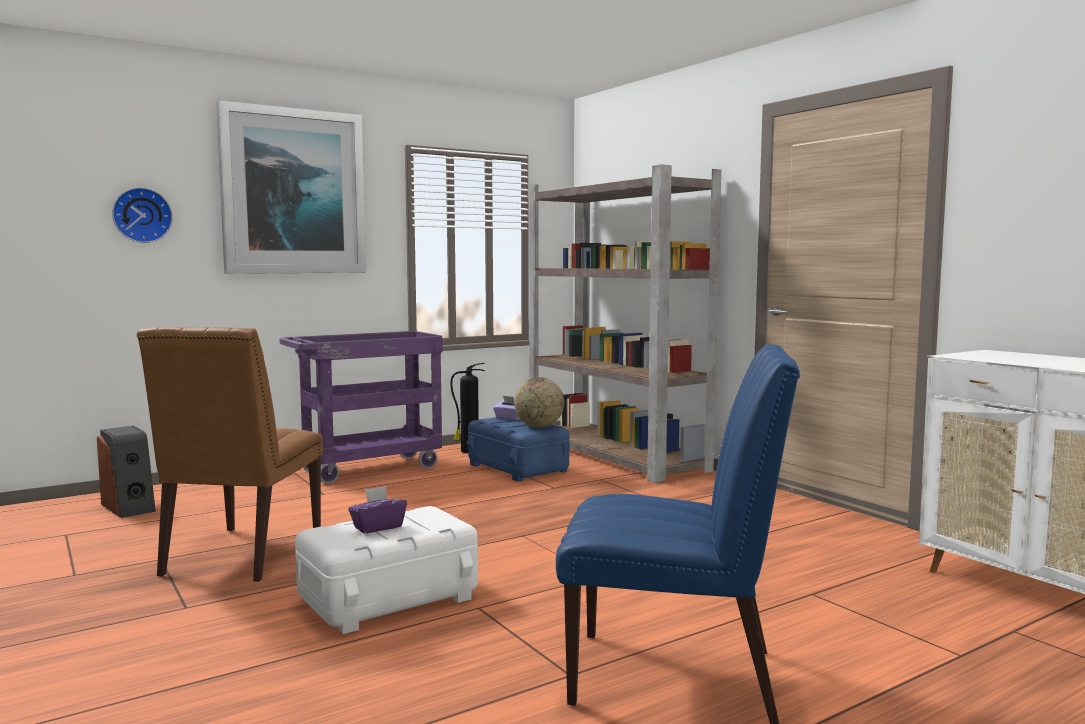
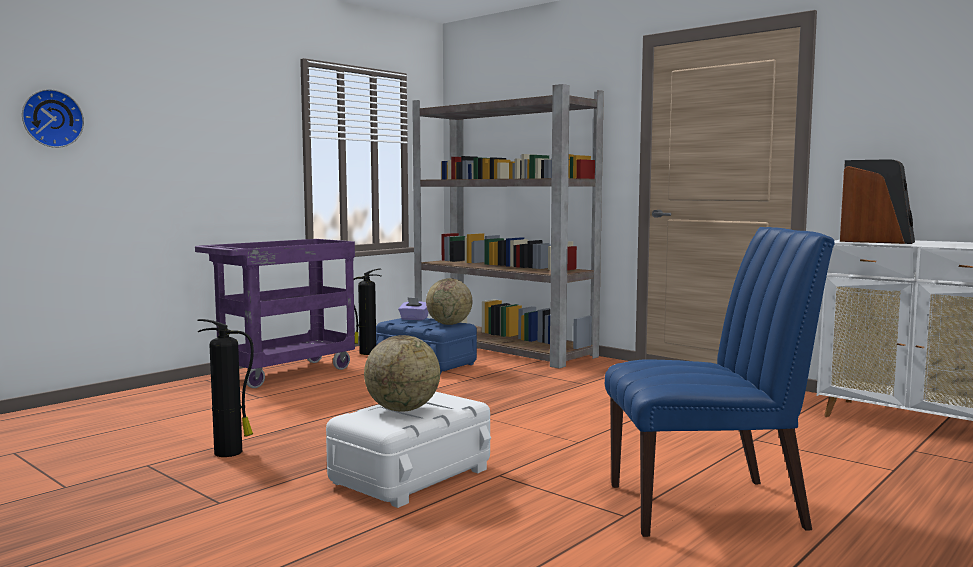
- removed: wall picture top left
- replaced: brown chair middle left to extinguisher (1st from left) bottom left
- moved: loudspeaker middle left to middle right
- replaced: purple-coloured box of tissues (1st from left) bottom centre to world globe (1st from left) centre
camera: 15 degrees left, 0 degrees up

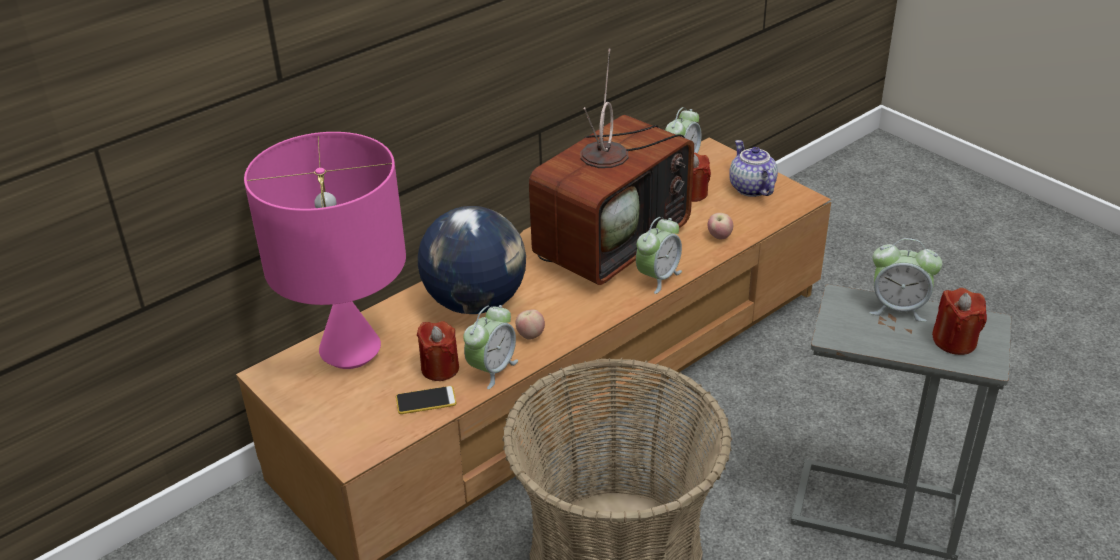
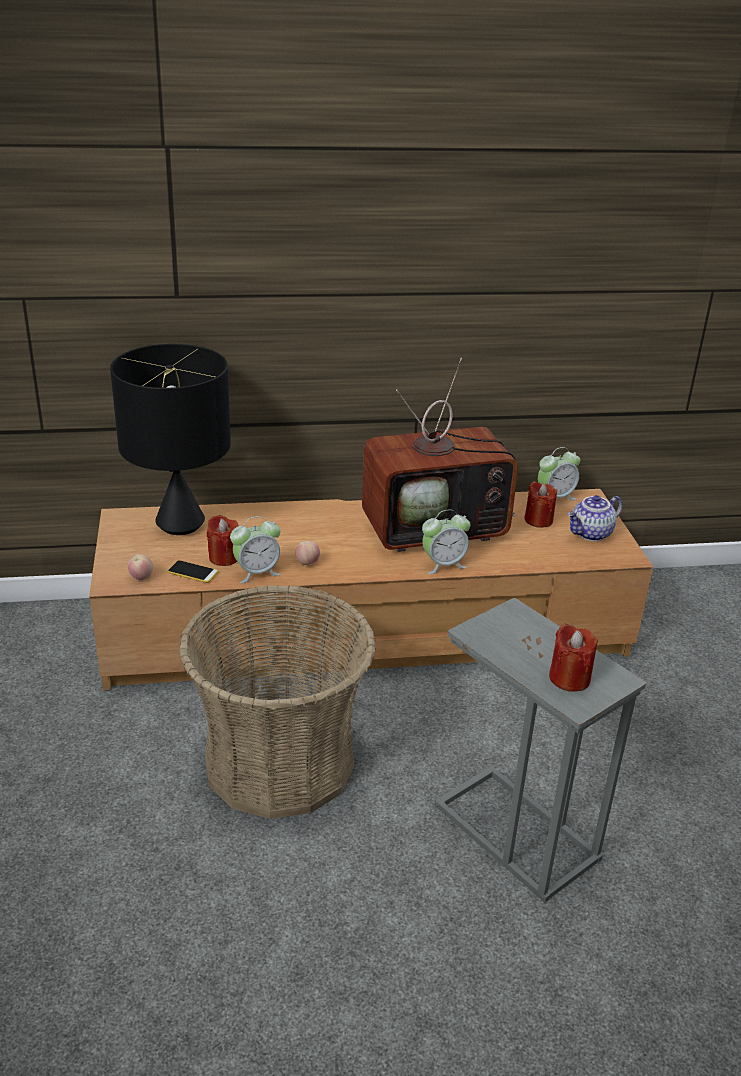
- recoloured: pinkish tabletop lamp middle left to blackish tabletop lamp middle left
- turned: pot for tea top right = middle right 135 degrees counterclockwise
- removed: world globe centre
- moved: apple fruit (2nd from left in the first image) centre to apple fruit (1st from left) middle left
- removed: bedside clock (4th from left) middle right
camera: 30 degrees right, 5 degrees down

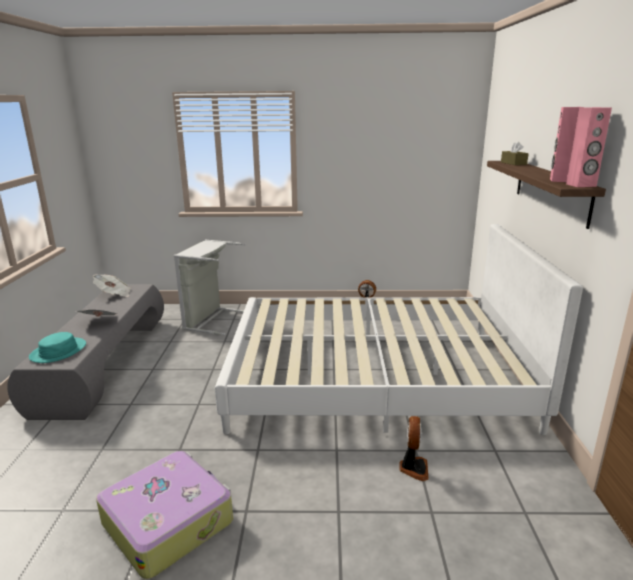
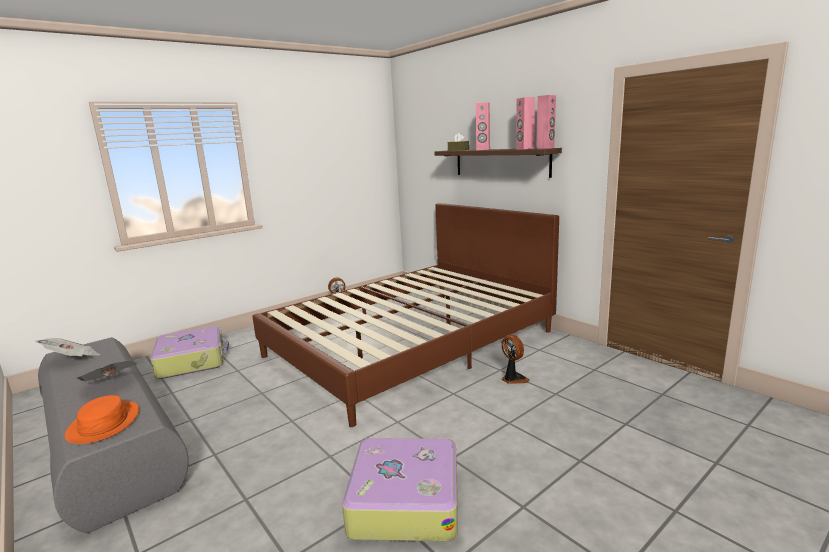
- recoloured: white-coloured sleeping bed centre to brown sleeping bed centre
- replaced: greyish washing basket middle left to travel case (1st from left) middle left
- recoloured: turquoise hat middle left to orange-coloured hat bottom left
- added: pinkish loudspeaker (1st from left) top centre
camera: 40 degrees left, 5 degrees down

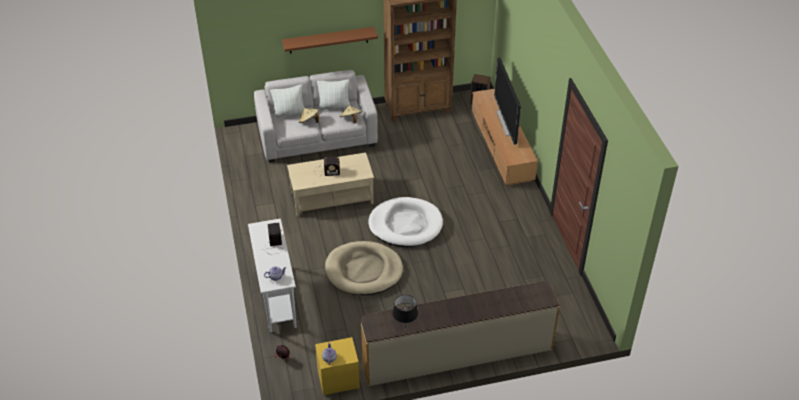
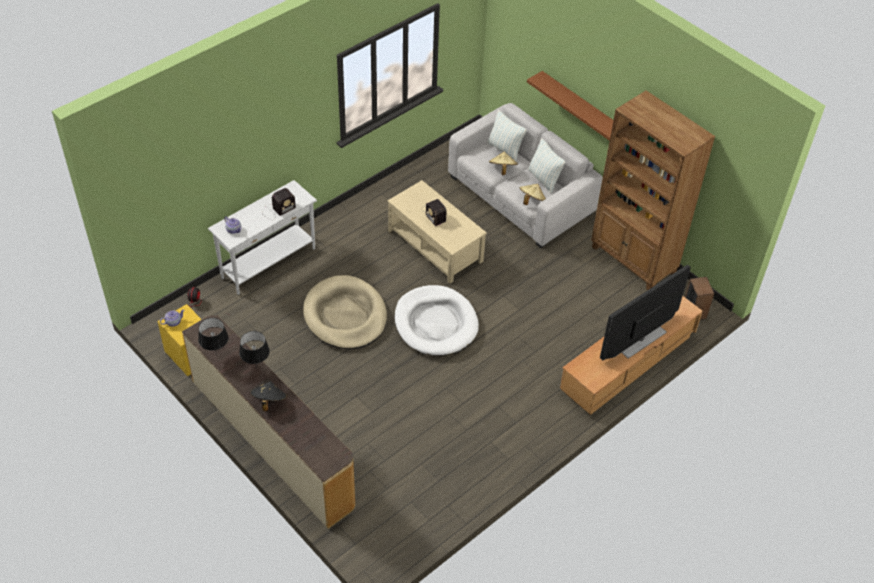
- added: blackish tabletop lamp (2nd from left) middle left
- added: blackish hat bottom left
camera: 60 degrees right, 5 degrees up

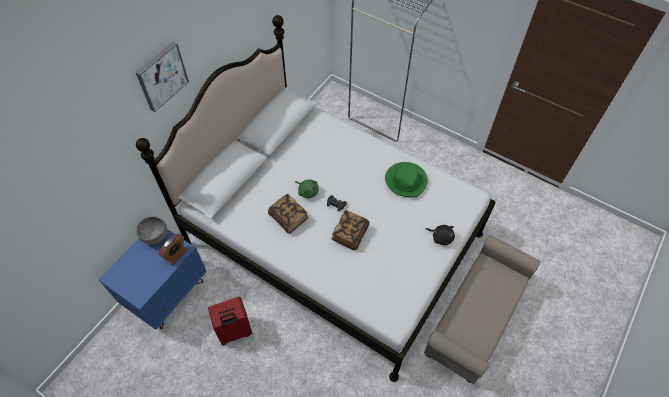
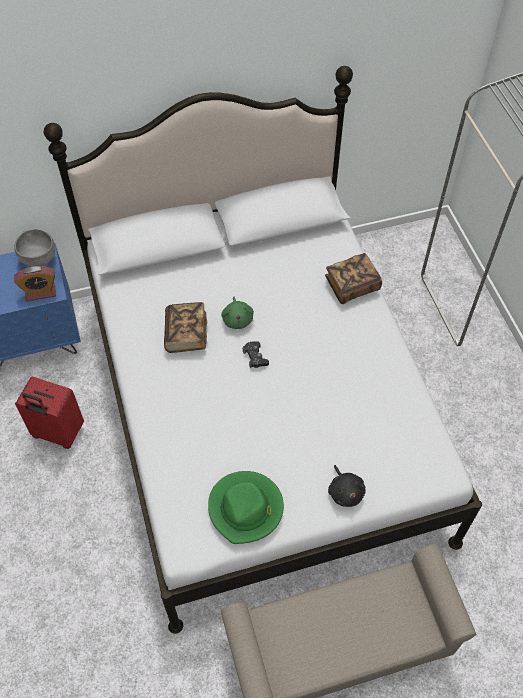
- removed: wall picture top left
- moved: green hat centre to bottom centre
- moved: bound book (2nd from left) centre to middle right
camera: 40 degrees right, 0 degrees up

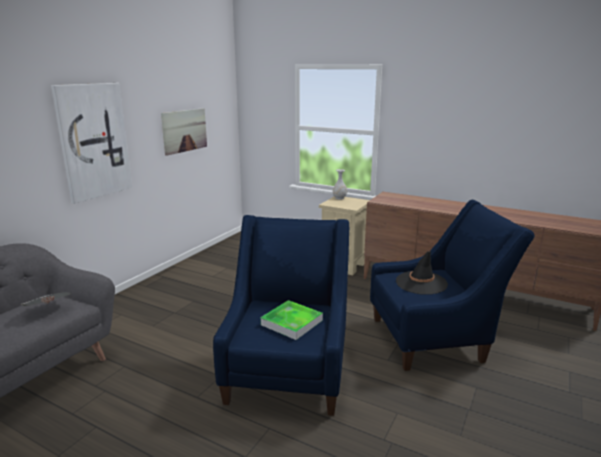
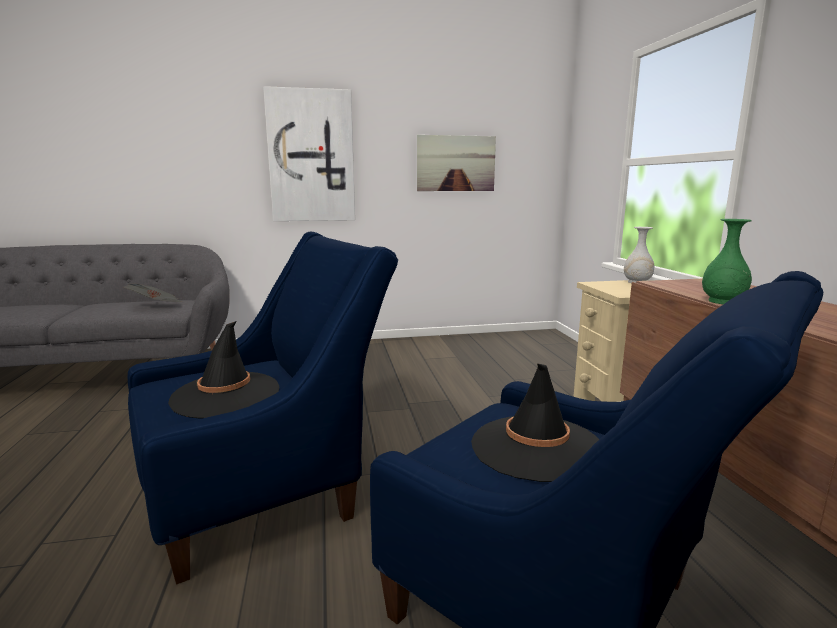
- replaced: tray bottom centre to blackish hat (1st from left) middle left
- added: green flower vase middle right
camera: 50 degrees right, 5 degrees down

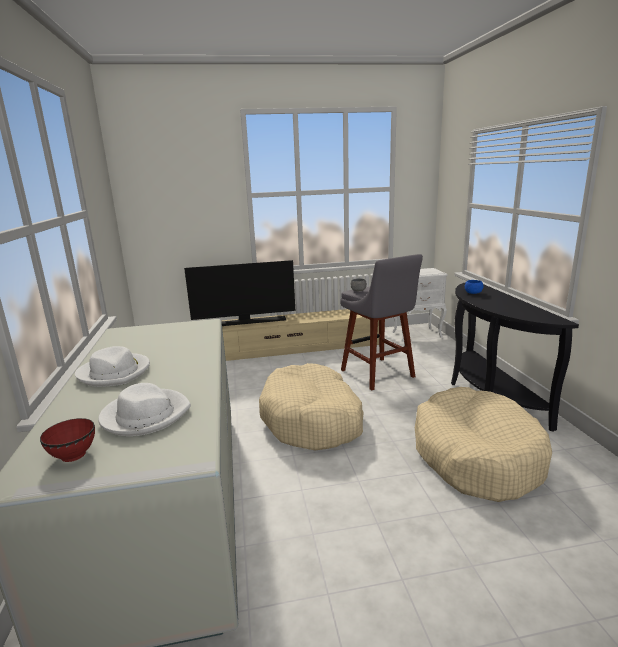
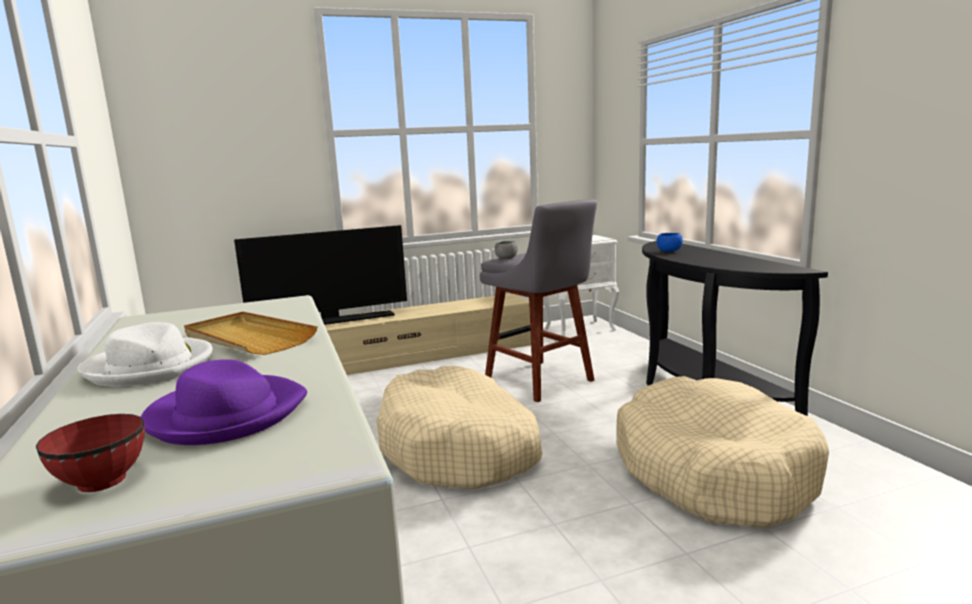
- recoloured: white-coloured hat (2nd from left) middle left to purple-coloured hat middle left
- added: beige tray middle left
camera: 10 degrees left, 5 degrees down

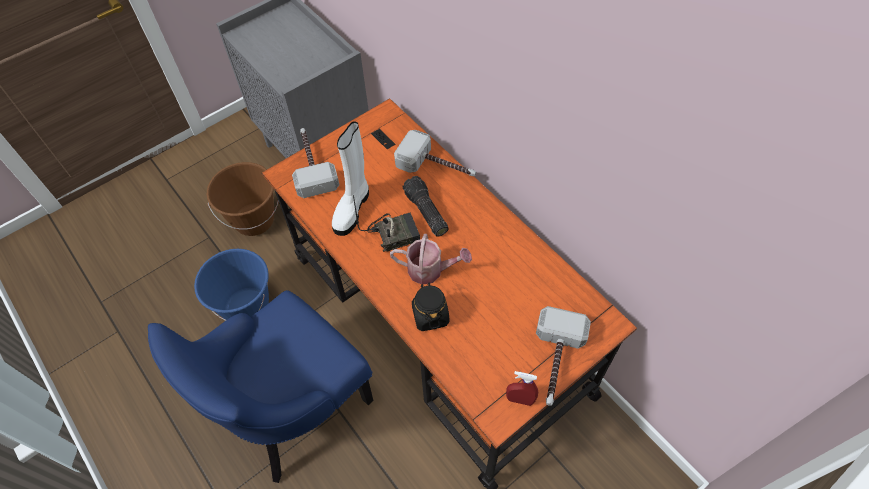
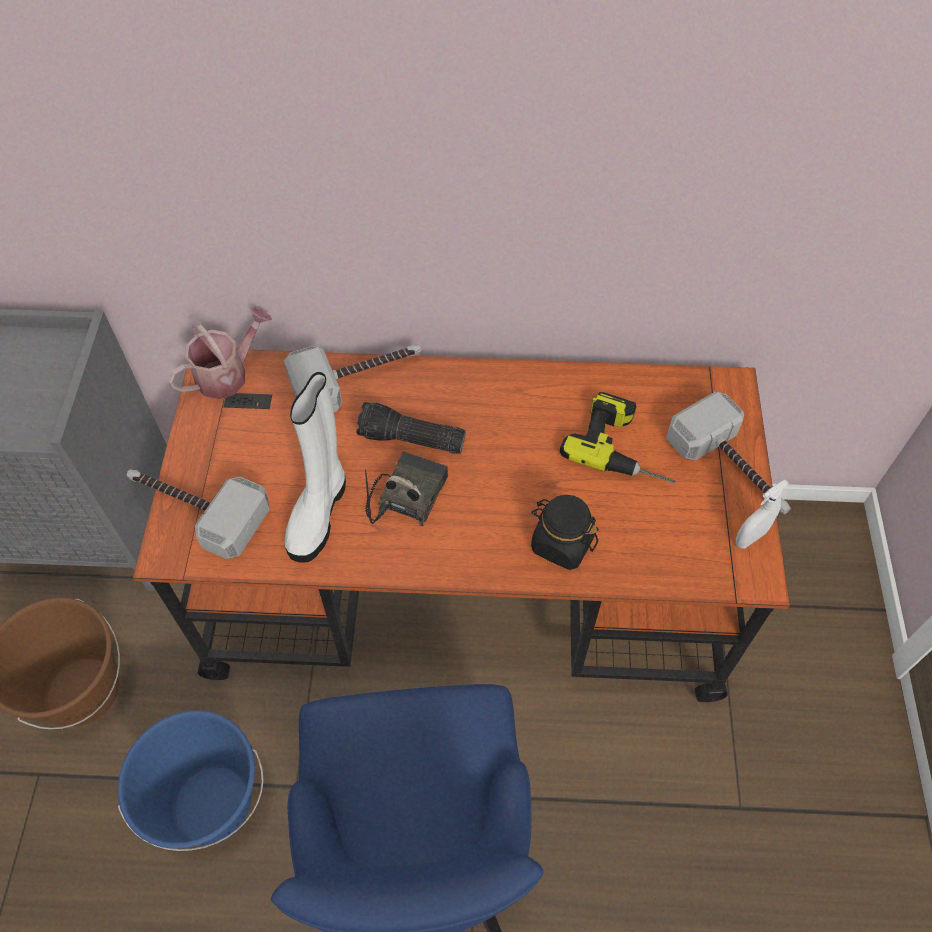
- turned: white-coloured tall boot centre = centre 45 degrees clockwise
- moved: sprinkling can centre to middle left
- recoloured: reddish hand sprayer bottom centre to white-coloured hand sprayer middle right
- added: power drill centre
camera: 50 degrees left, 0 degrees up

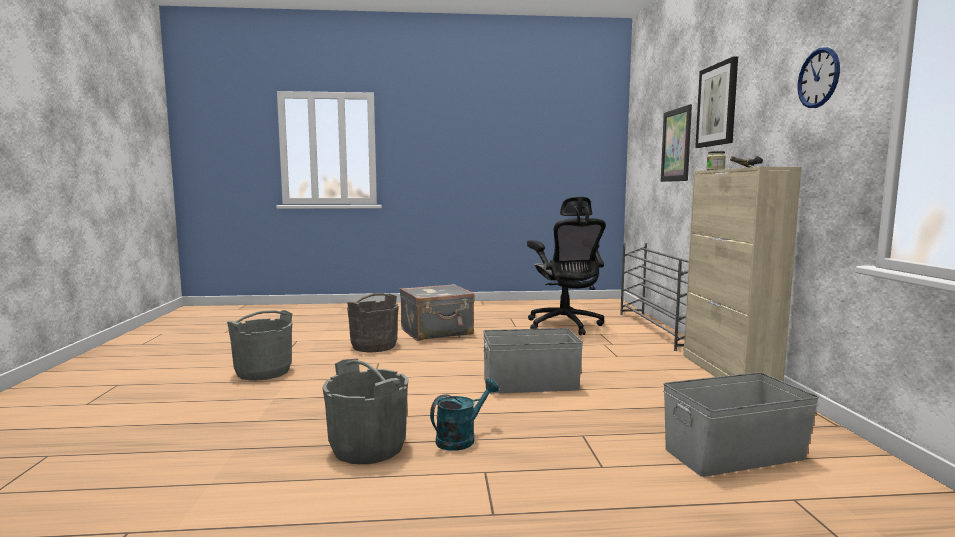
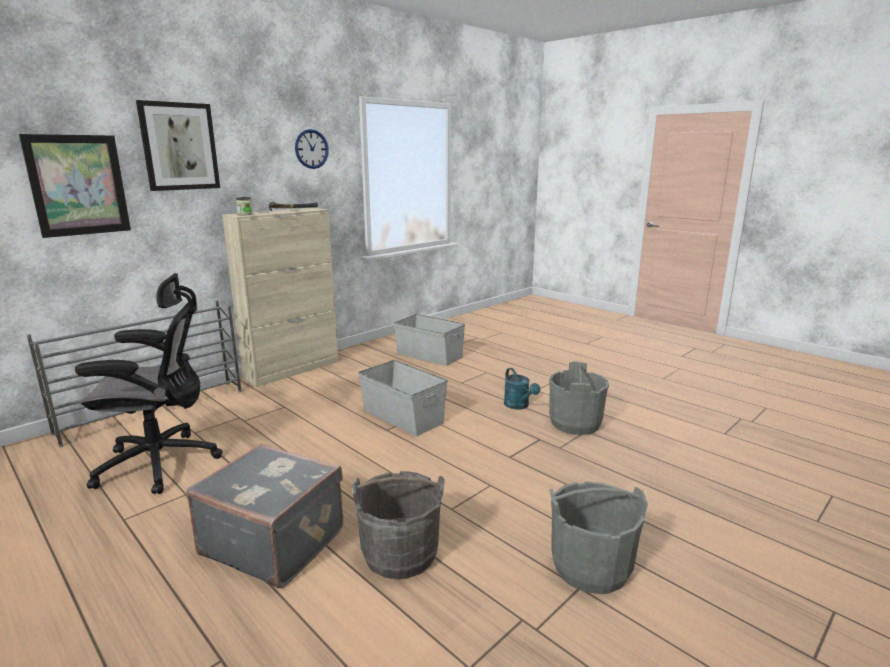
- turned: office chair centre = middle left 45 degrees clockwise
- turned: turquoise sprinkling can bottom centre = centre 120 degrees counterclockwise
camera: 130 degrees left, 10 degrees up

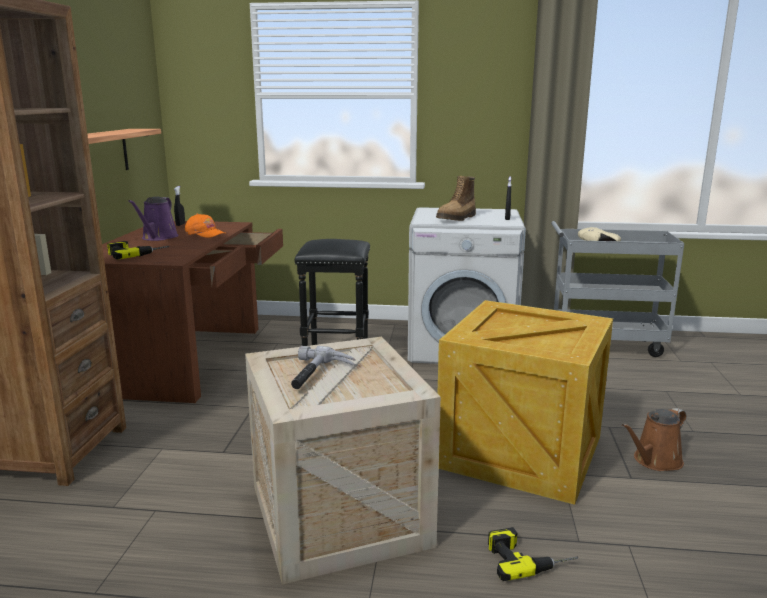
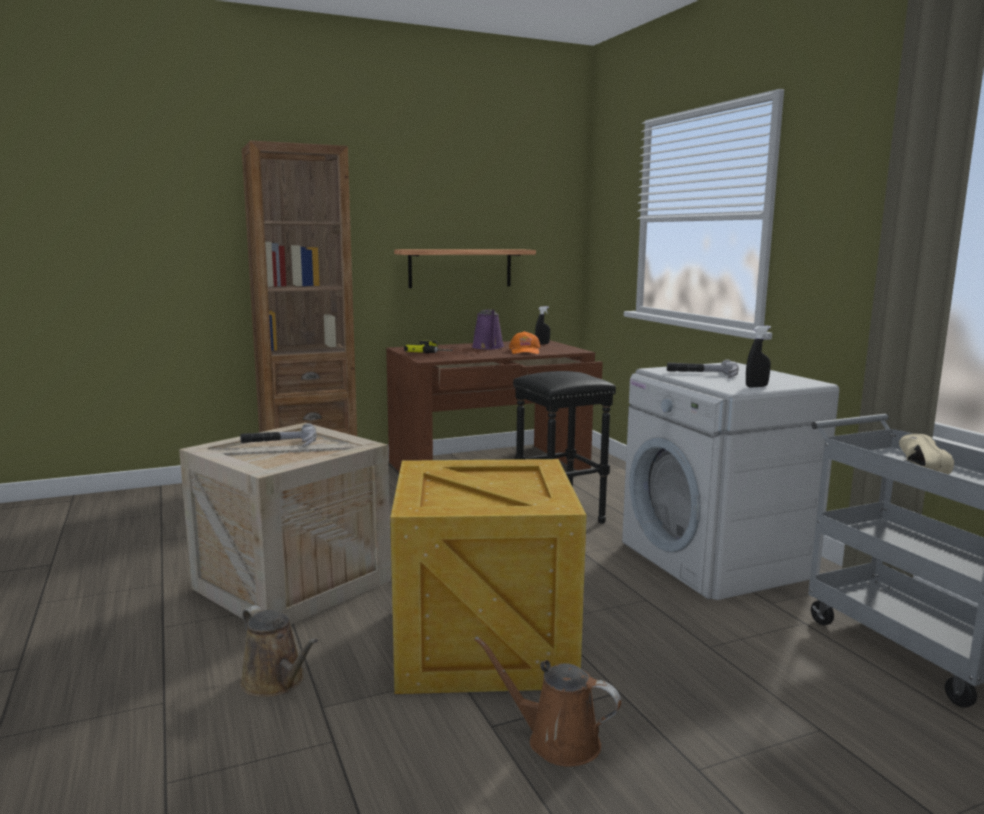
- replaced: tall boot top centre to tool hammer (2nd from left) middle right
- turned: purple-coloured sprinkling can middle left = centre 75 degrees counterclockwise
- replaced: power drill (2nd from left) bottom right to brown sprinkling can (1st from left) bottom left
camera: 60 degrees right, 5 degrees down

